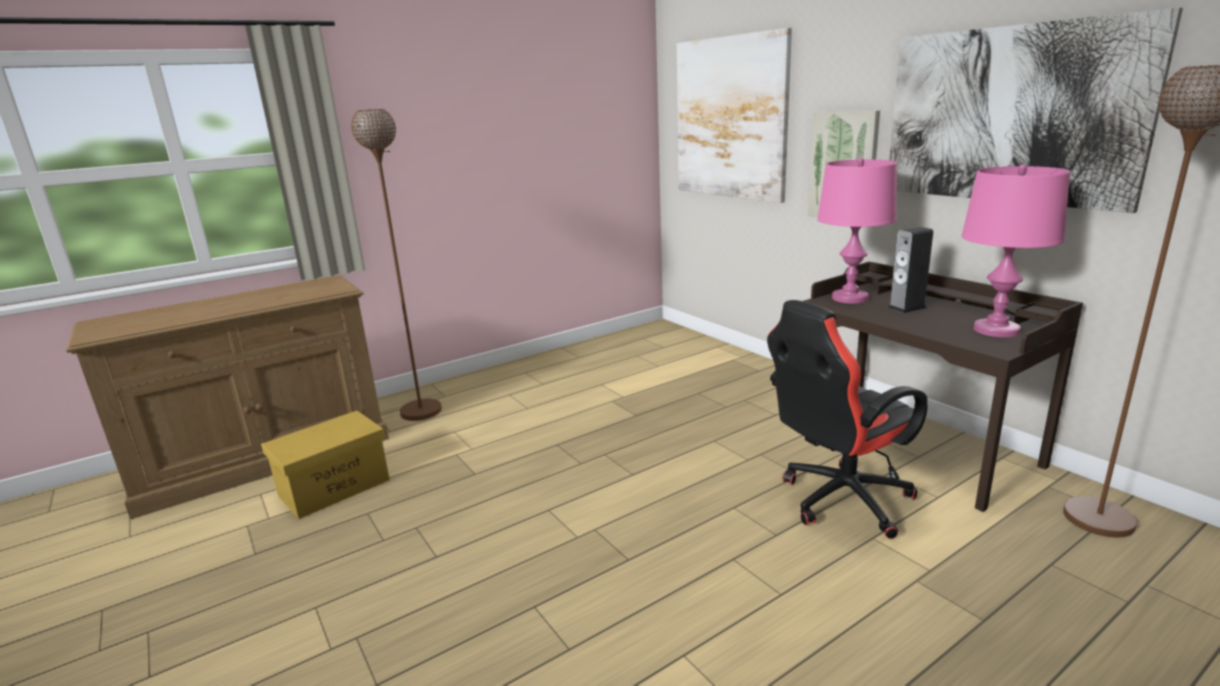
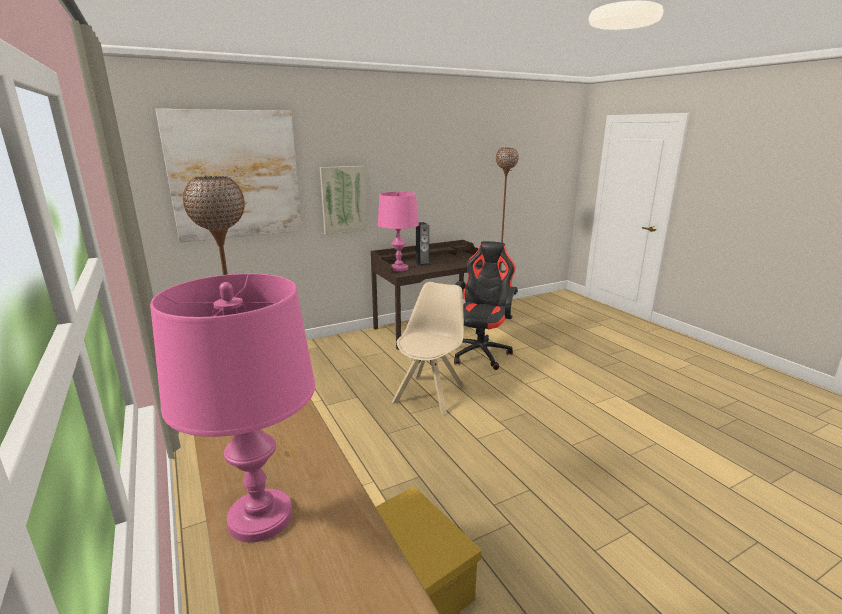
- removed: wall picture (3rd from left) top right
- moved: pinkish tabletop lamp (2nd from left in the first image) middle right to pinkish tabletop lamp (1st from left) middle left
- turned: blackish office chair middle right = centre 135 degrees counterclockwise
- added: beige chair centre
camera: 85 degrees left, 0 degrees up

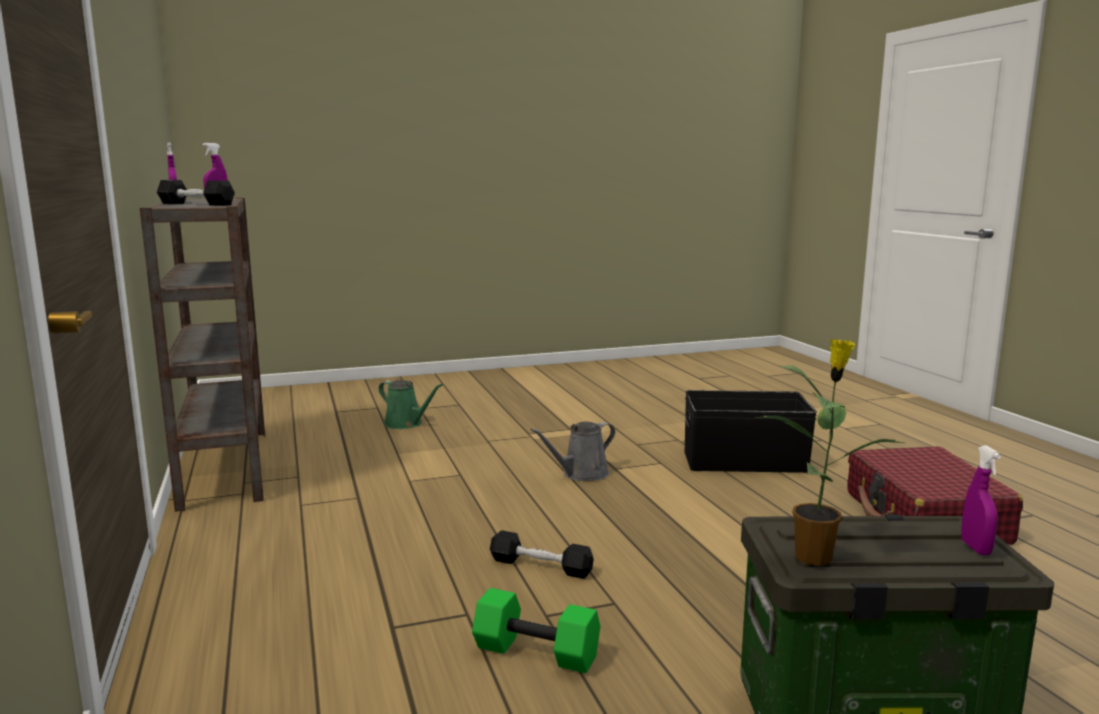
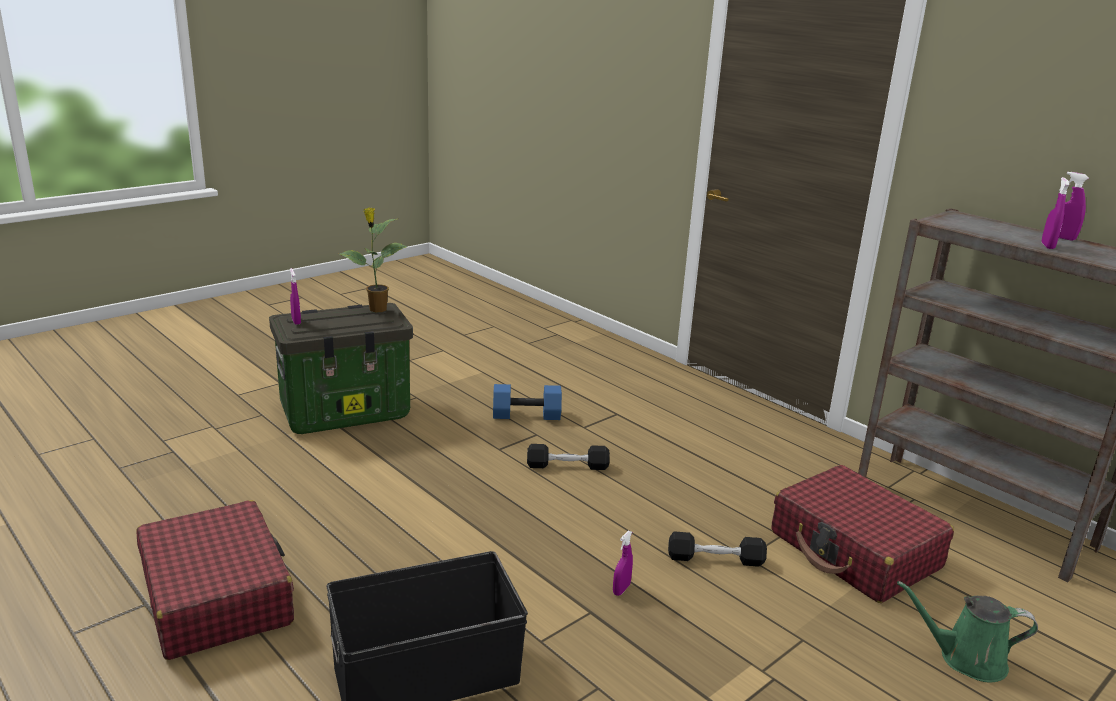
- moved: blackish dumbbell (1st from left in the first image) top left to blackish dumbbell (2nd from left) bottom centre
- replaced: greyish sprinkling can centre to purple-coloured hand sprayer (2nd from left) bottom centre
- recoloured: green dumbbell bottom centre to blue dumbbell centre
- added: reddish travel case (2nd from left) bottom right
camera: 155 degrees right, 10 degrees up

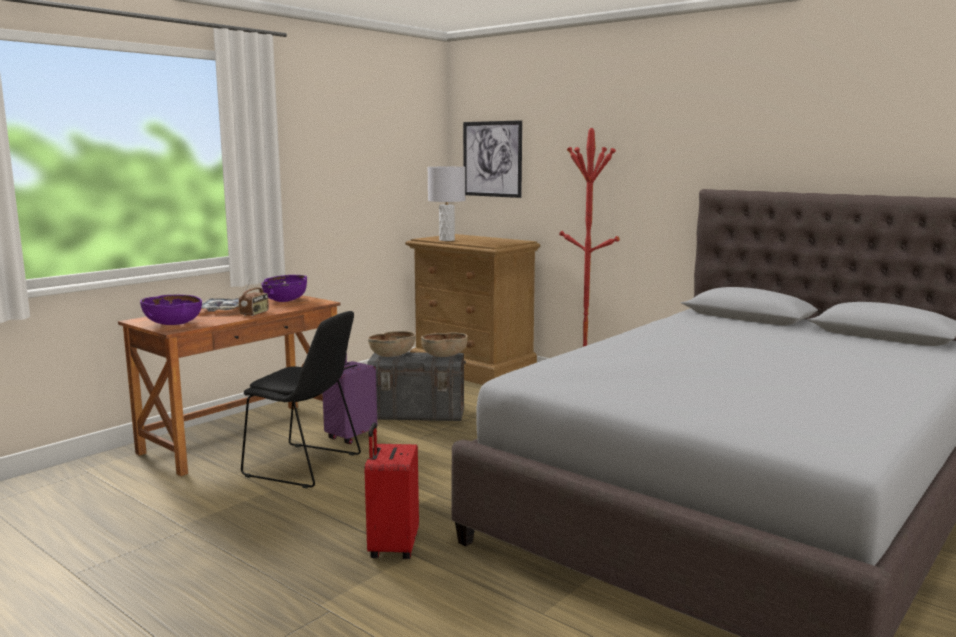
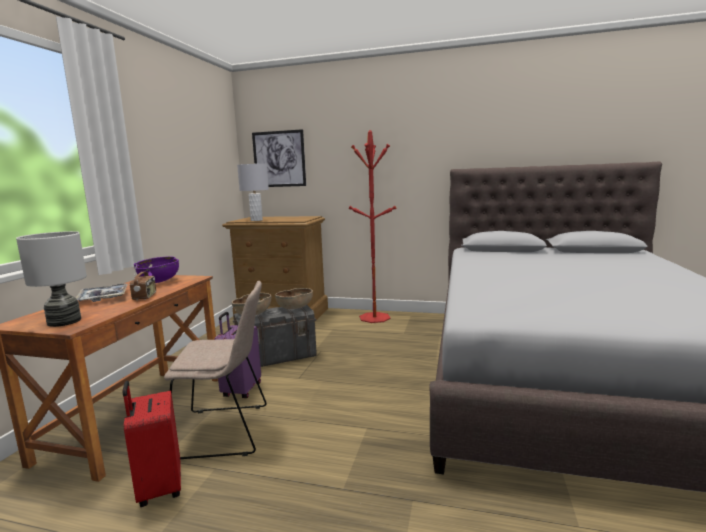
- replaced: purple-coloured serving bowl (1st from left) middle left to greyish tabletop lamp (1st from left) middle left
- recoloured: blackish chair middle left to beige chair bottom left
- moved: reddish travel case bottom centre to bottom left
camera: 25 degrees left, 0 degrees up

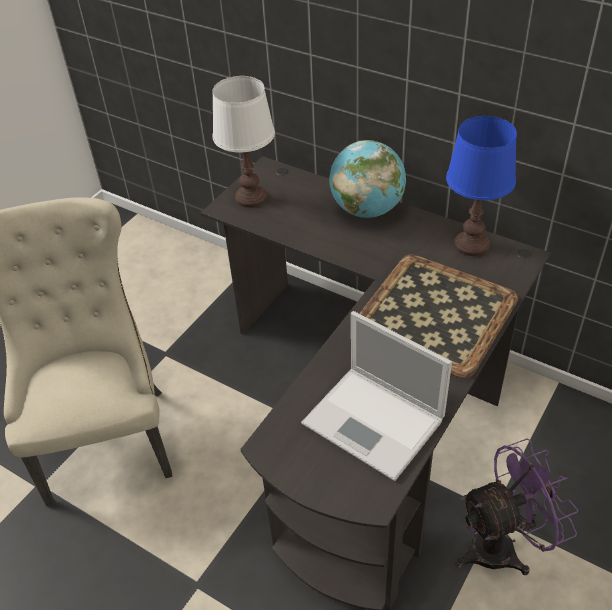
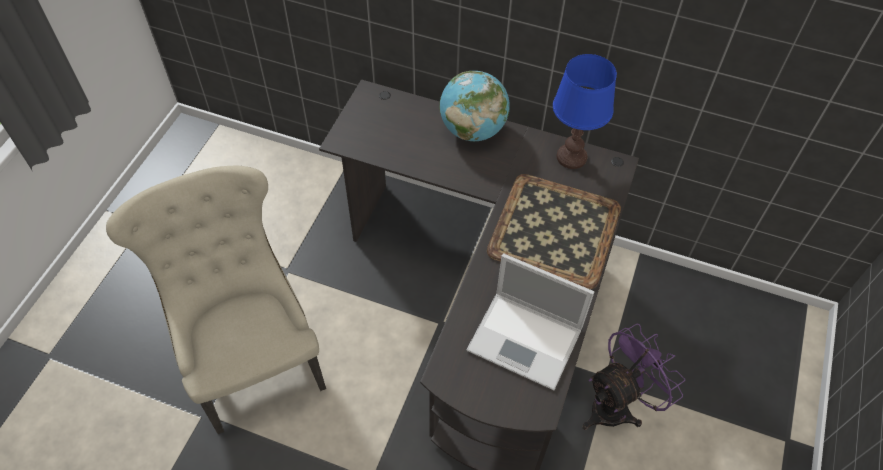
- removed: white-coloured tabletop lamp top centre
camera: 15 degrees left, 10 degrees up

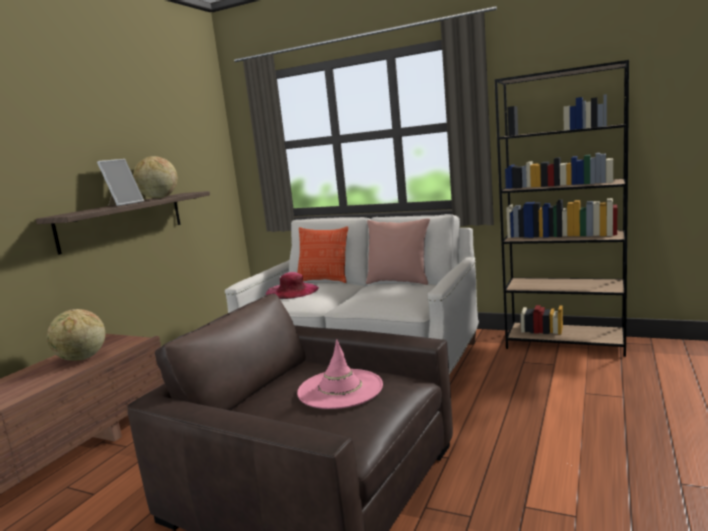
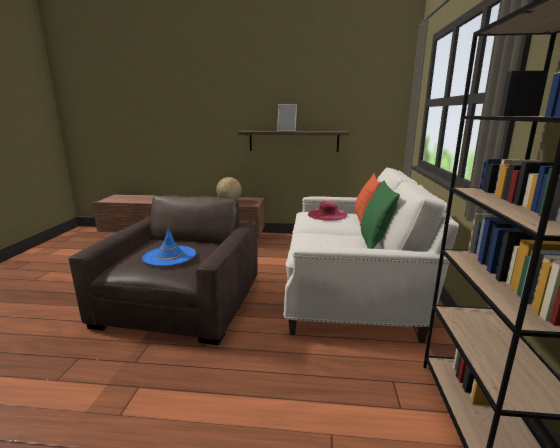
- removed: world globe (2nd from left) middle left
- recoloured: pinkish throw pillow centre to green throw pillow middle right
- recoloured: pinkish hat (2nd from left) bottom centre to blue hat middle left
camera: 70 degrees right, 5 degrees up

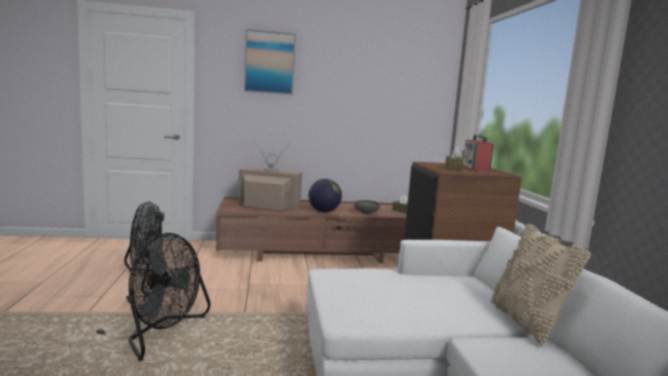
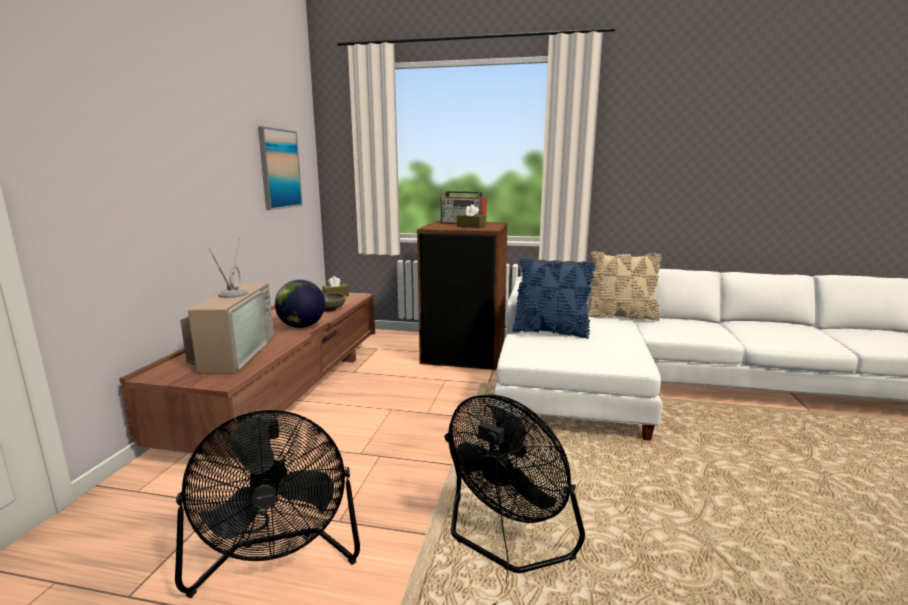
- moved: wall picture top centre to top left
- turned: TV set centre = middle left 150 degrees clockwise
- added: blue throw pillow centre
camera: 70 degrees left, 5 degrees up

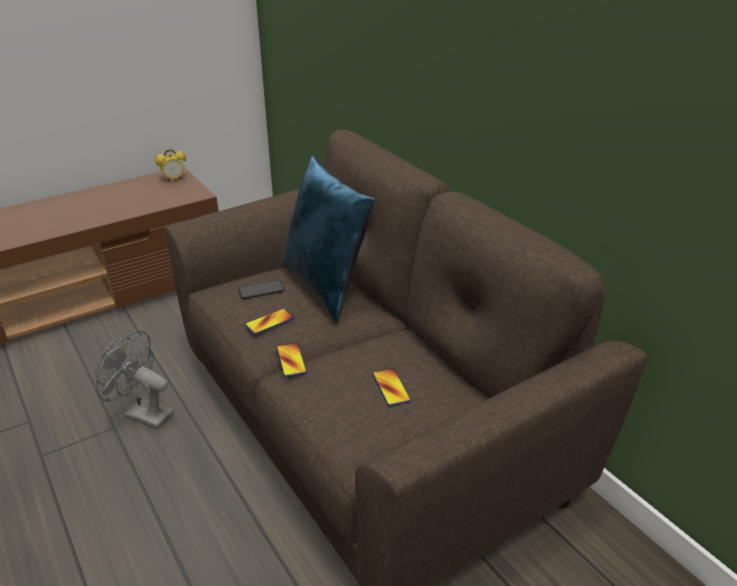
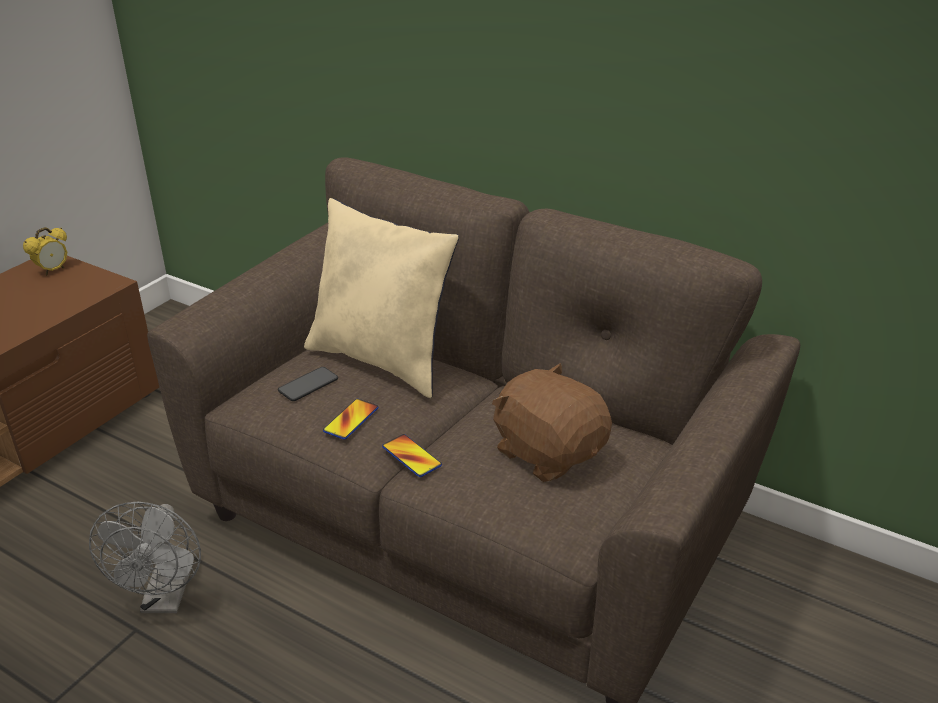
- recoloured: blue throw pillow centre to beige throw pillow centre
- turned: greyish electric fan middle left = bottom left 90 degrees counterclockwise
- replaced: telephone (4th from left) centre to brown cuddly toy centre
camera: 25 degrees left, 0 degrees up

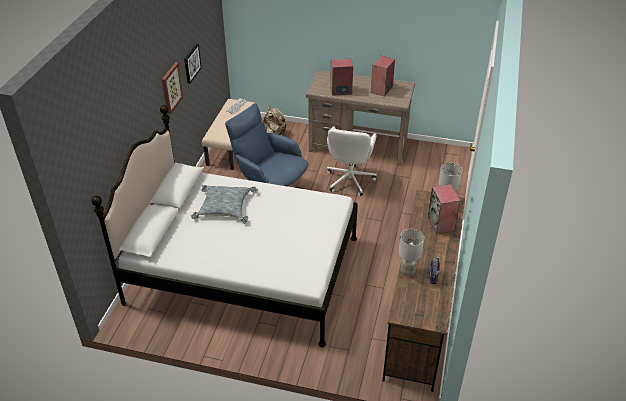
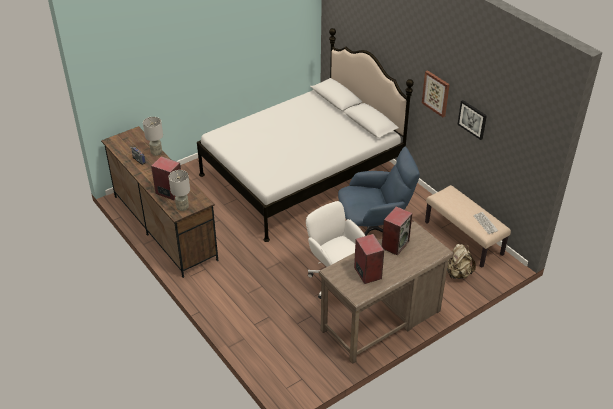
- removed: throw pillow centre
camera: 130 degrees right, 0 degrees up

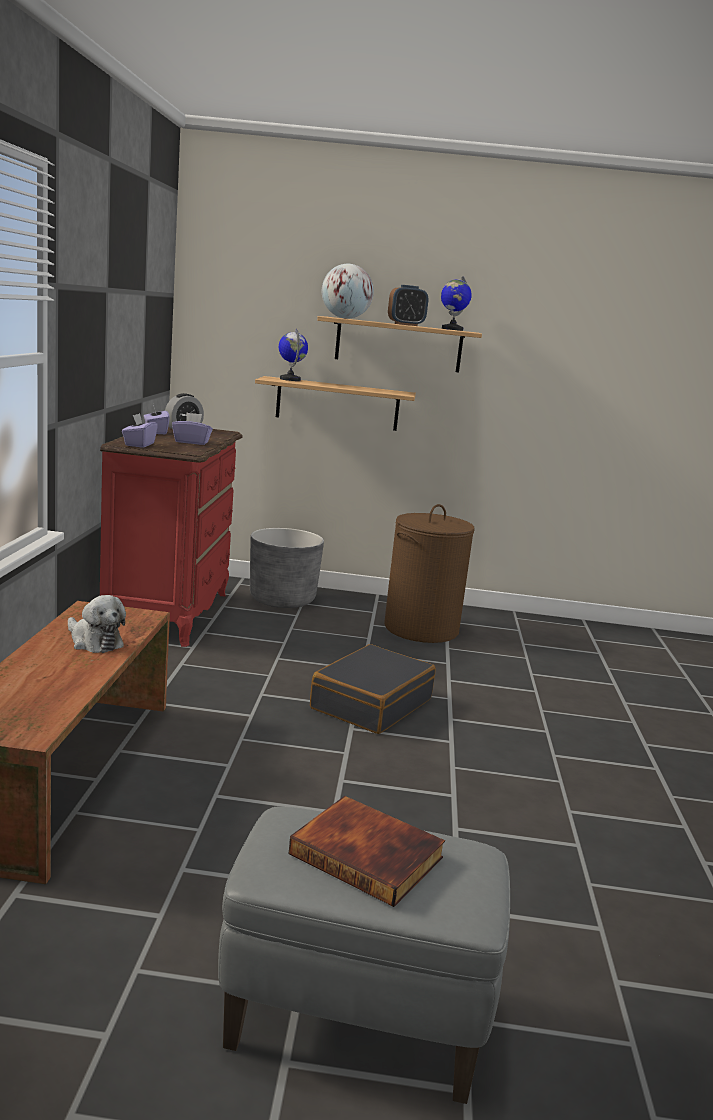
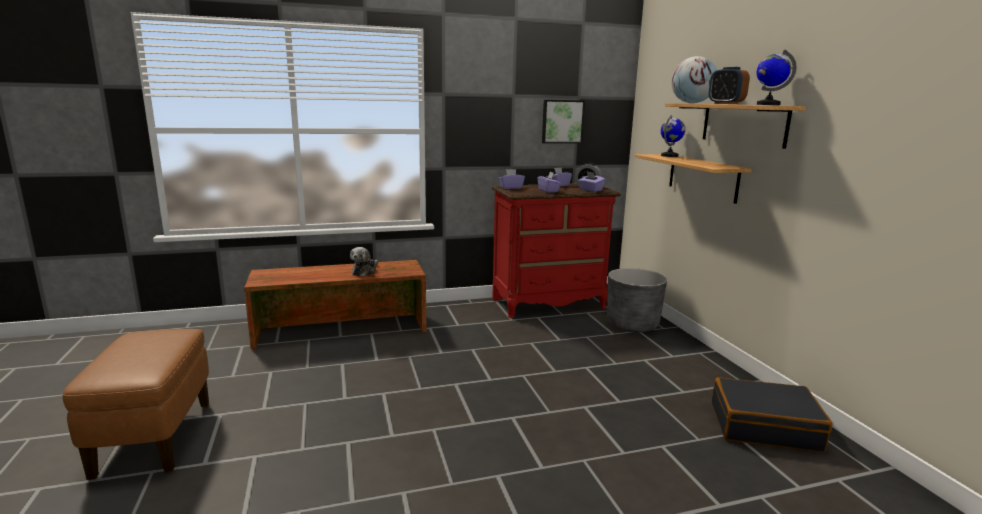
- removed: brown washing basket centre
- moved: blackish travel case centre to bottom right
- removed: bound book bottom centre
- recoloured: greyish pouffe bottom centre to brown pouffe bottom left
- added: wall picture top centre
- added: purple-coloured box of tissues (4th from left) centre
camera: 70 degrees right, 0 degrees up

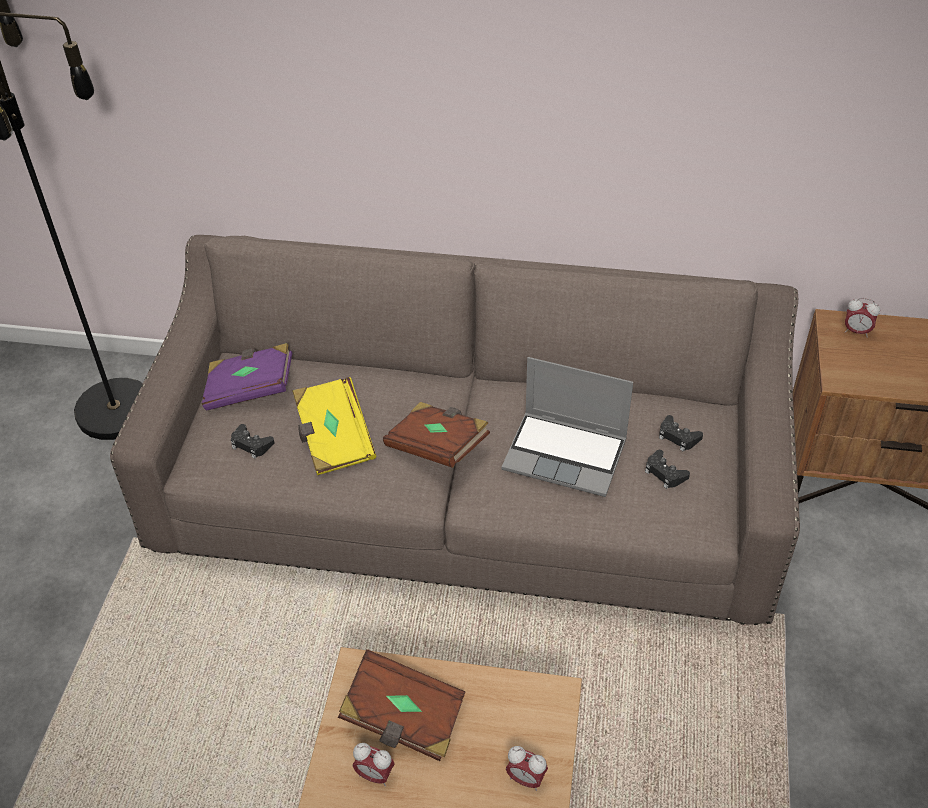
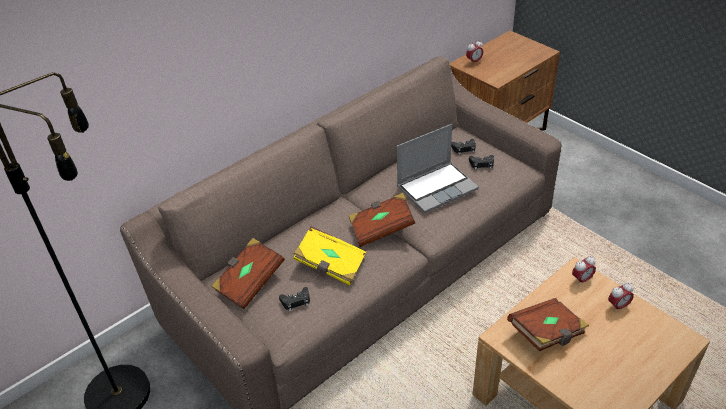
- recoloured: purple-coloured bound book middle left to brown bound book (1st from left) bottom centre
- moved: bedside clock (1st from left in the first image) bottom centre to bedside clock (2nd from left) middle right
camera: 50 degrees left, 5 degrees down

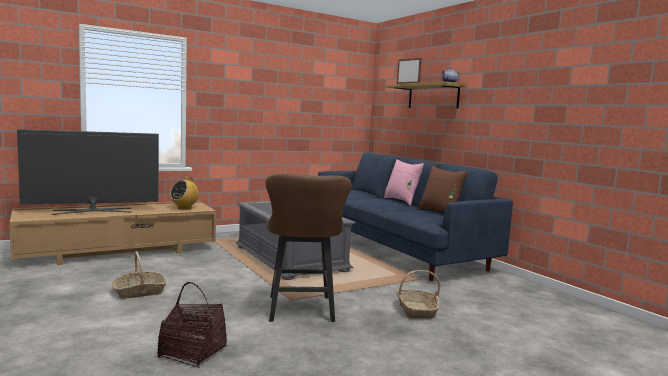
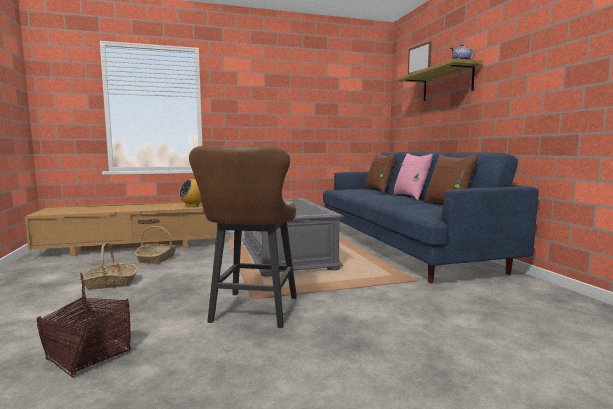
- removed: TV set middle left
- moved: basket (3rd from left) bottom centre to middle left
- added: brown throw pillow (1st from left) centre
camera: 15 degrees right, 0 degrees up

